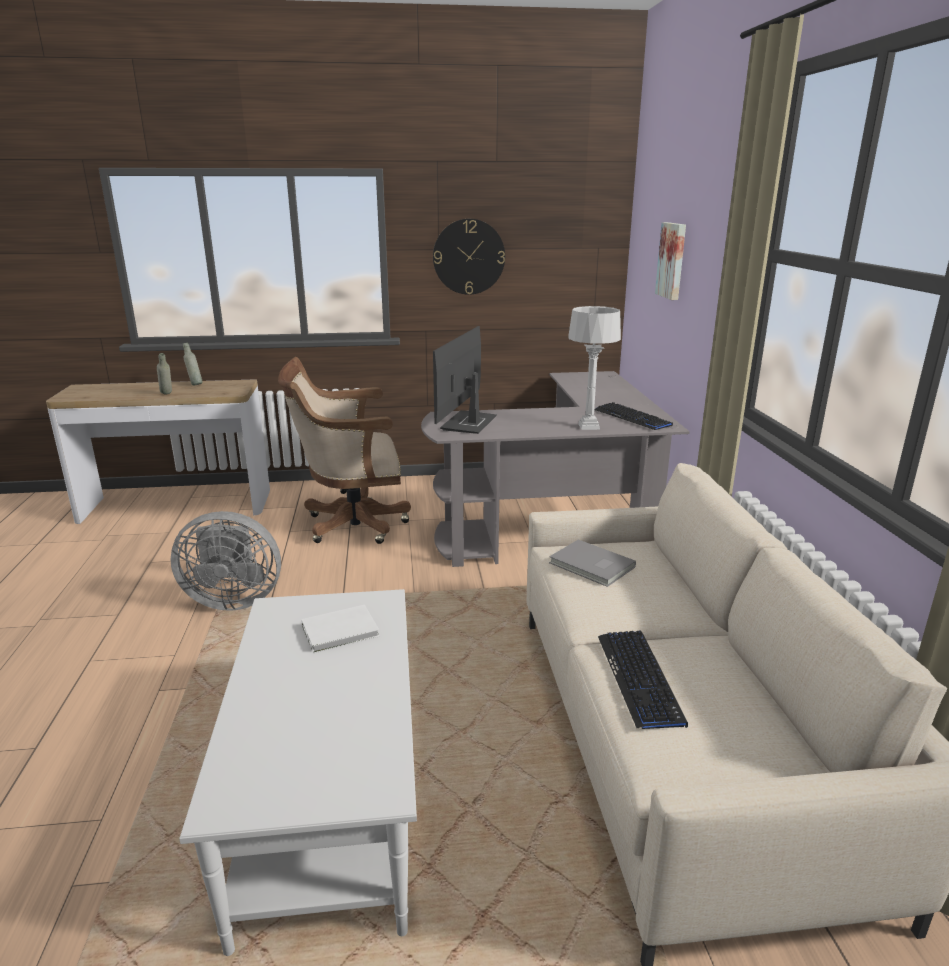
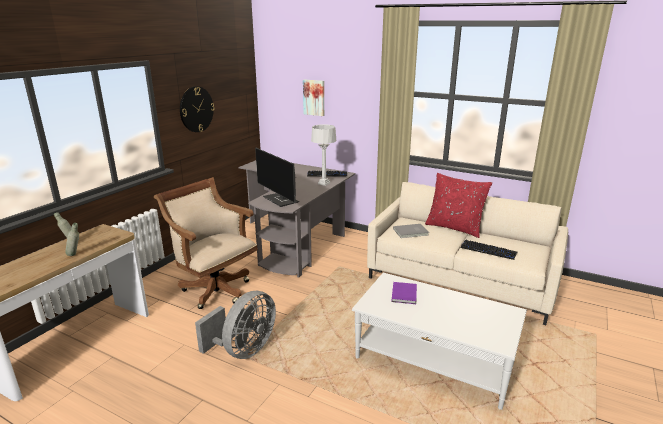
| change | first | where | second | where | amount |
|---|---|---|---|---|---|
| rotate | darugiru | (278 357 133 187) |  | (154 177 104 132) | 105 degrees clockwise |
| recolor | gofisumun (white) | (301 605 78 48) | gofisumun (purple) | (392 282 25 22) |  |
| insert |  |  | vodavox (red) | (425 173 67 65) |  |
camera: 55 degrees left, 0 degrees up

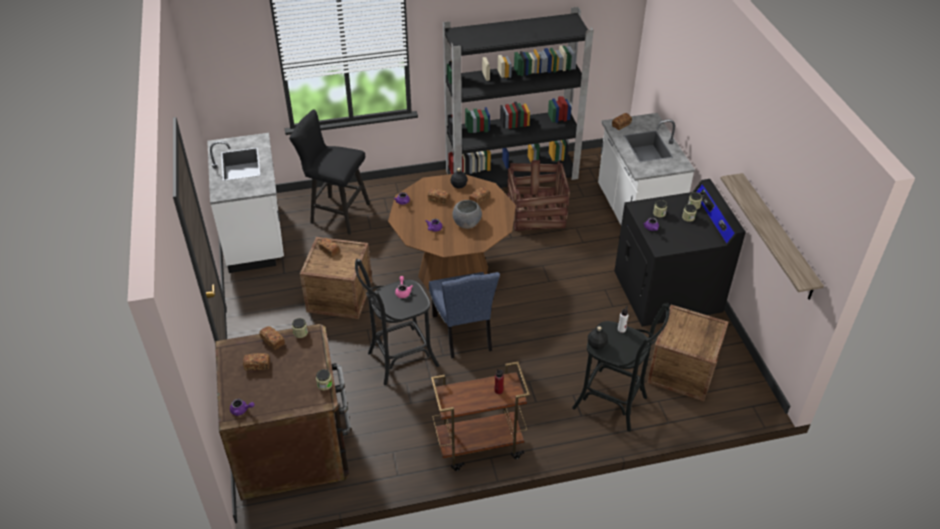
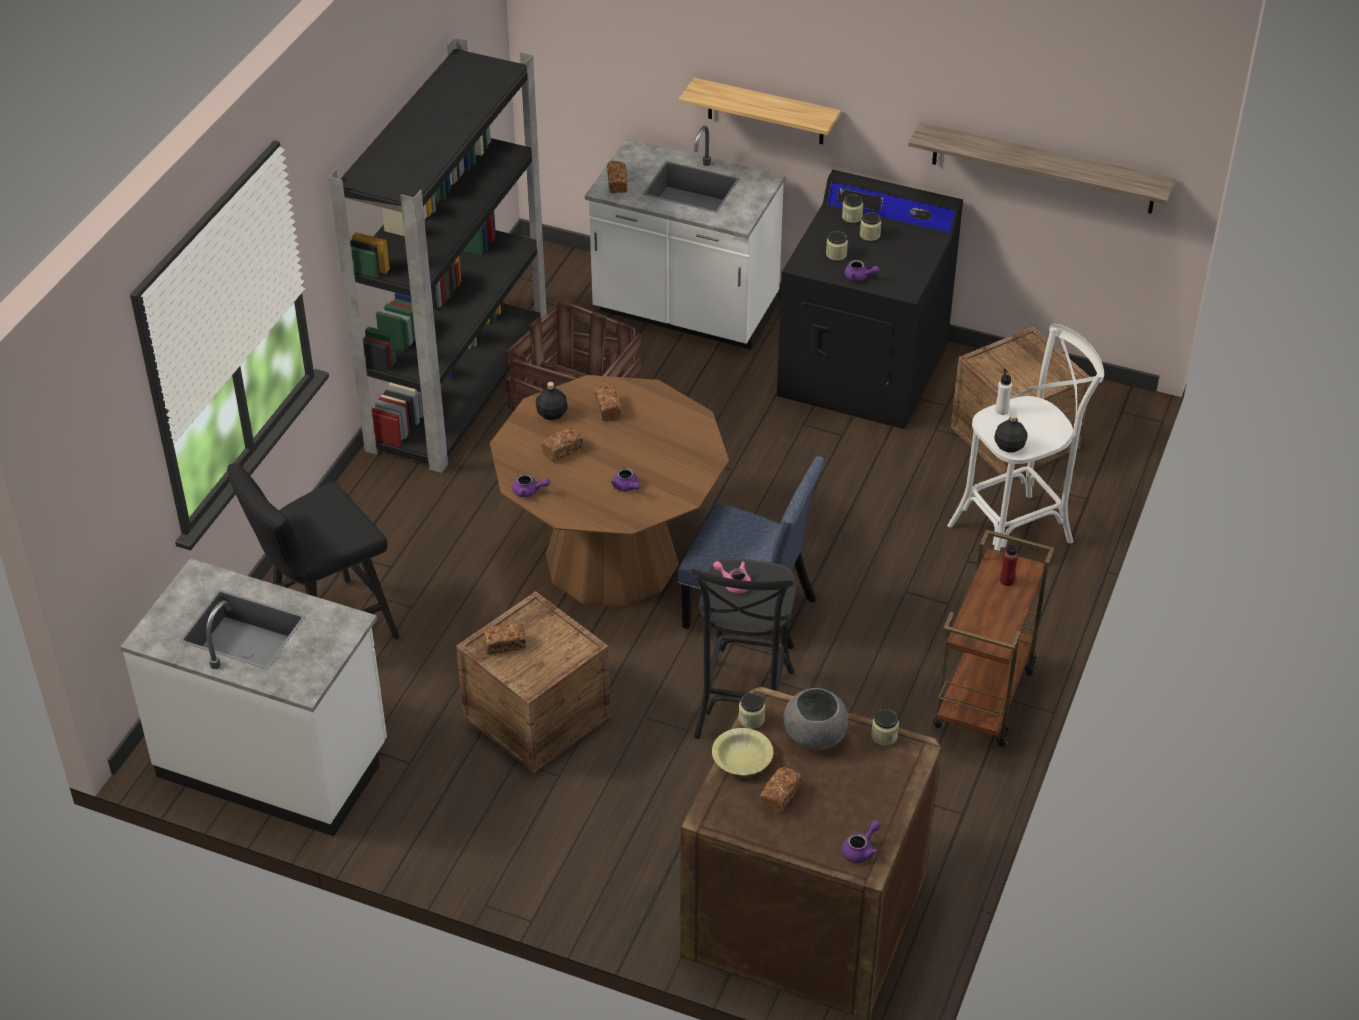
| change | first | where | second | where | amount |
|---|---|---|---|---|---|
| replace | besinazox | (259 326 26 24) | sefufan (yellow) | (712 728 61 47) |  |
| move | sefufan (grey) | (452 200 30 29) |  | (783 688 65 62) |  |
| recolor | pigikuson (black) | (572 302 98 130) | pigikuson (white) | (947 324 157 227) |  |
| insert |  |  | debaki | (679 78 162 66) |  |
camera: 55 degrees left, 0 degrees up

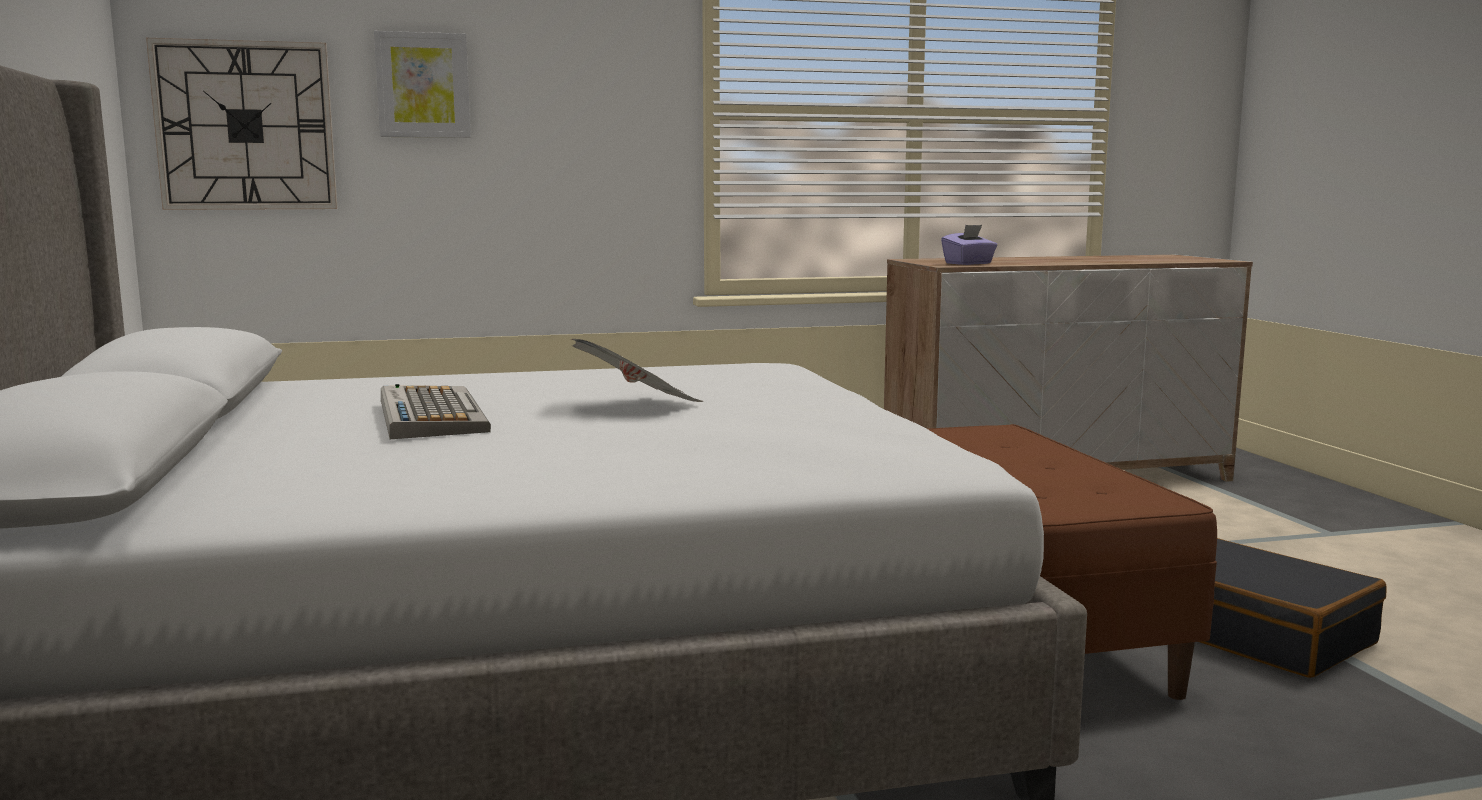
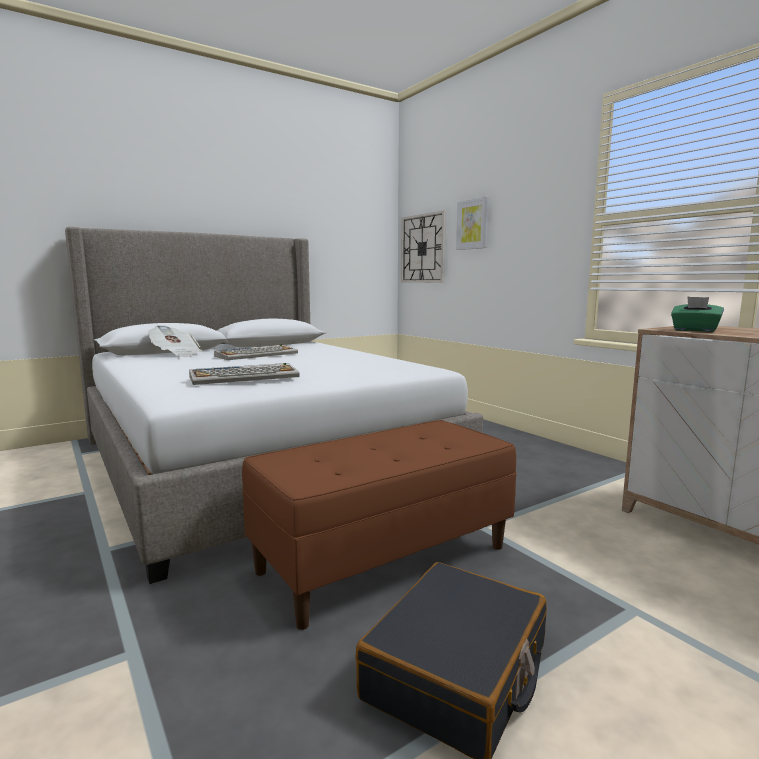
| change | first | where | second | where | amount |
|---|---|---|---|---|---|
| move | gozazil | (570 339 133 63) |  | (148 325 54 32) |  |
| recolor | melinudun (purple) | (941 225 56 40) | melinudun (green) | (671 296 53 36) |  |
| insert |  |  | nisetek | (189 363 111 22) |  |
camera: 70 degrees right, 0 degrees up

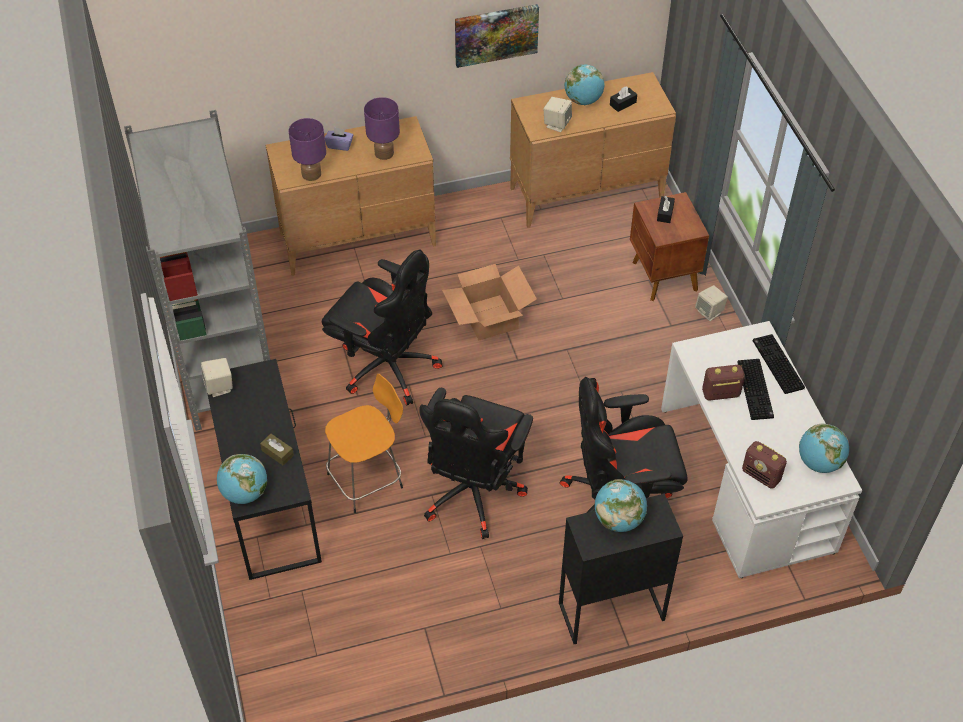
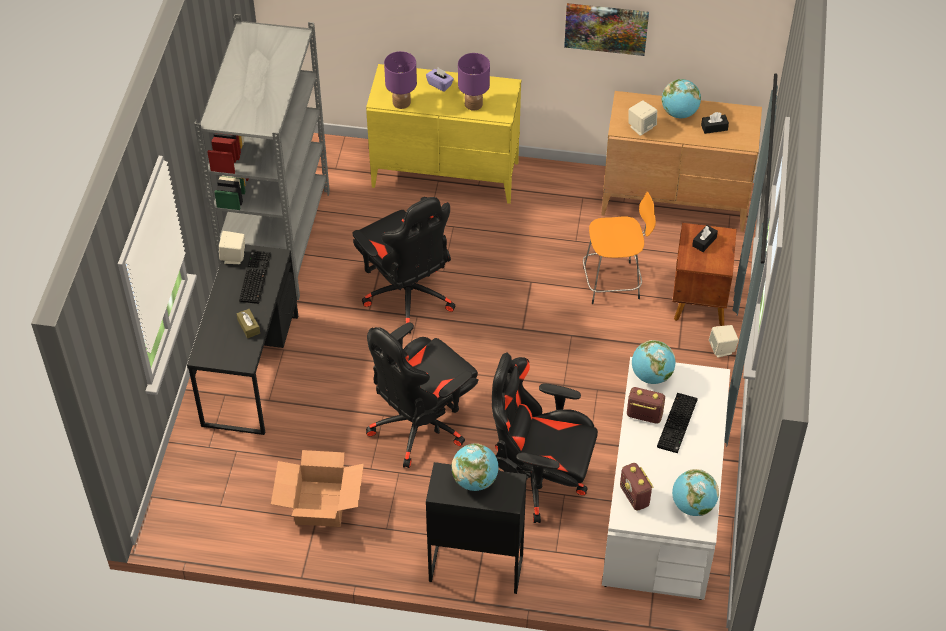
| change | first | where | second | where | amount |
|---|---|---|---|---|---|
| move | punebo | (217 454 50 50) |  | (632 340 43 44) |  |
| recolor | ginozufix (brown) | (265 116 171 160) | ginozufix (yellow) | (366 64 155 140) |  |
| move | pigikuson (orange) | (325 374 78 139) |  | (583 192 73 112) |  |
| move | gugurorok | (442 264 95 77) |  | (271 450 93 77) |  |
| move | nisetek | (753 334 52 60) |  | (239 250 32 54) |  |
camera: 25 degrees right, 0 degrees up

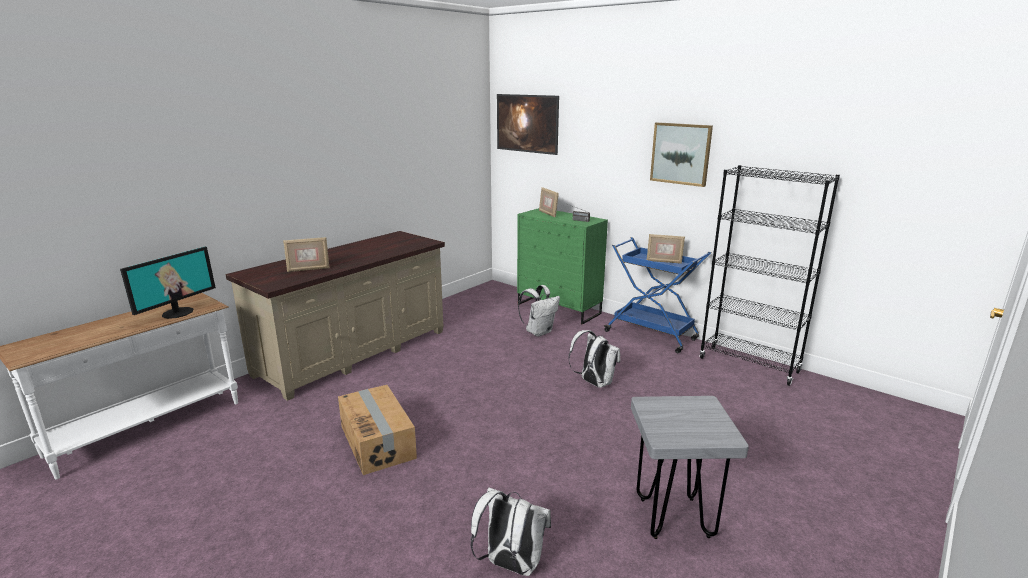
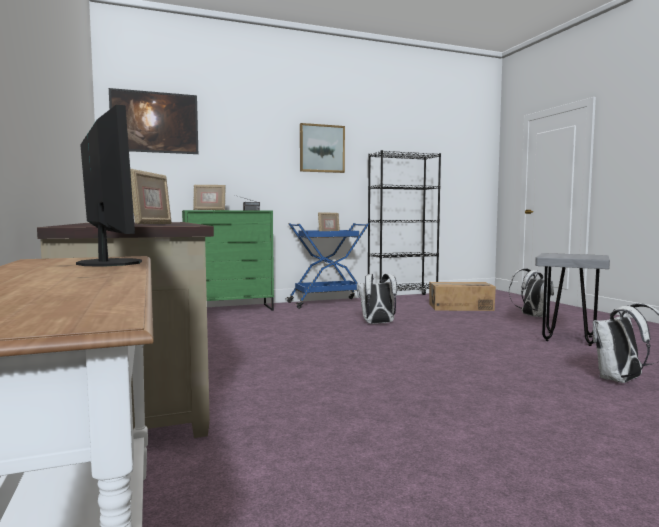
| change | first | where | second | where | amount |
|---|---|---|---|---|---|
| move | gugurorok | (338 385 79 90) |  | (429 282 67 29) |  |
| move | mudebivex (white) | (518 285 42 52) |  | (509 268 45 49) |  |
camera: 60 degrees left, 15 degrees down

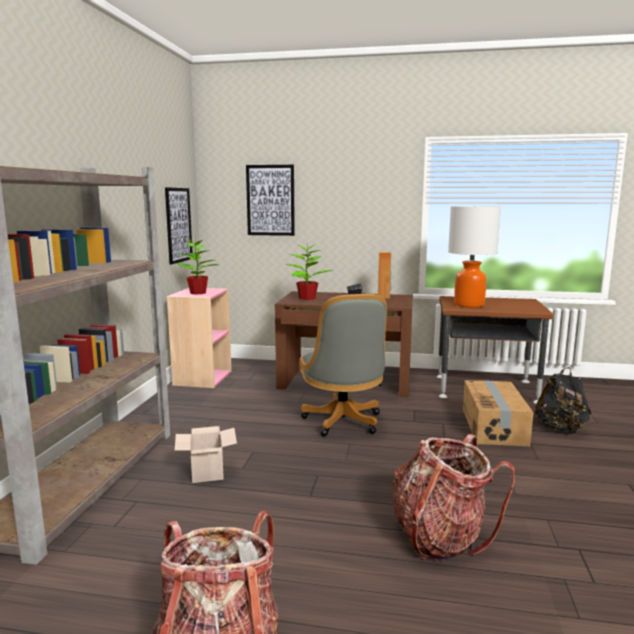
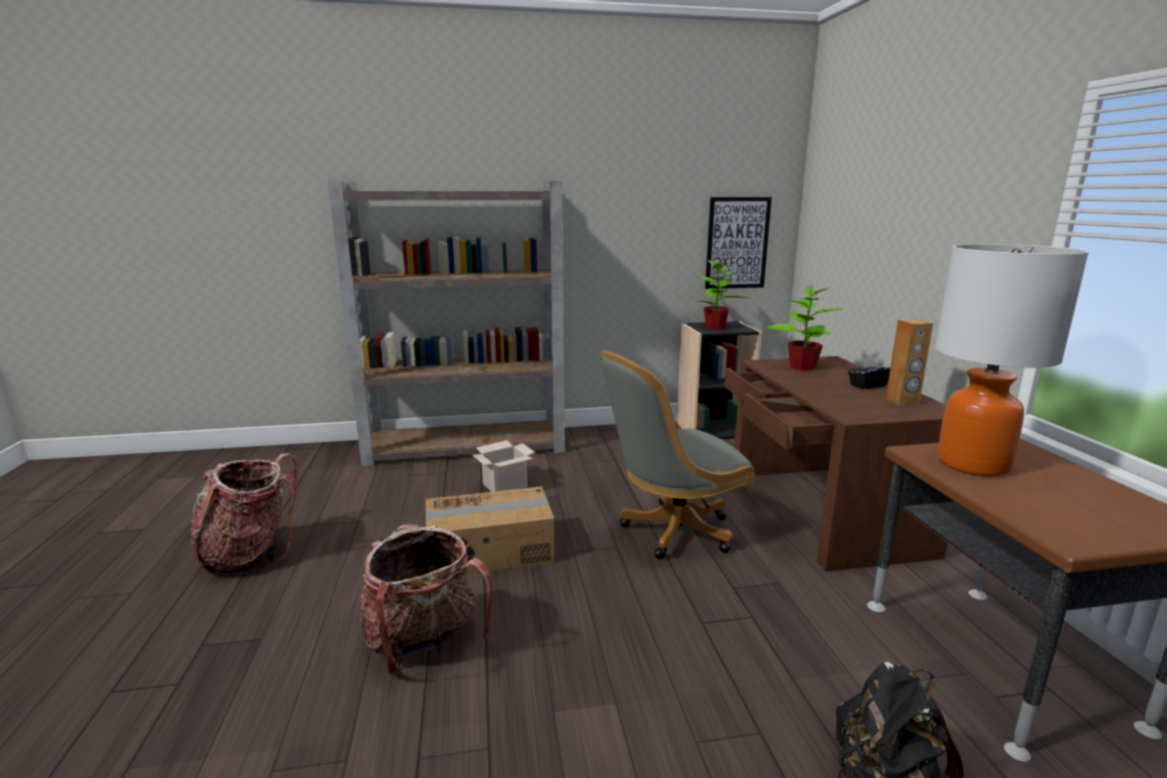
| change | first | where | second | where | amount |
|---|---|---|---|---|---|
| recolor | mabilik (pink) | (167 288 65 100) | mabilik (black) | (677 321 85 118) |  |
| delete | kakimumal | (246 165 49 71) |  |  |  |
| move | gugurorok | (463 380 71 67) |  | (426 486 128 89) |  |
camera: 70 degrees right, 5 degrees up

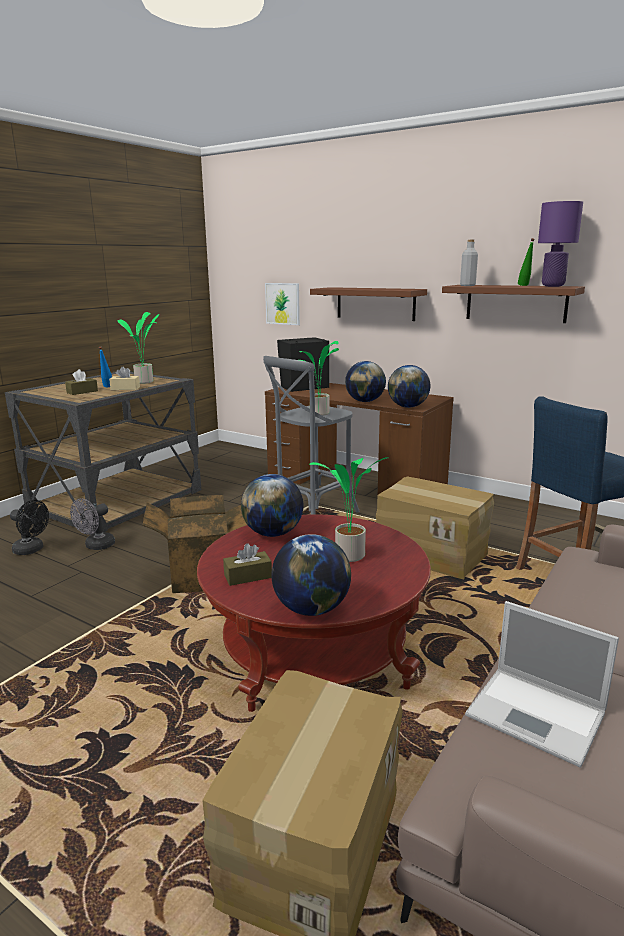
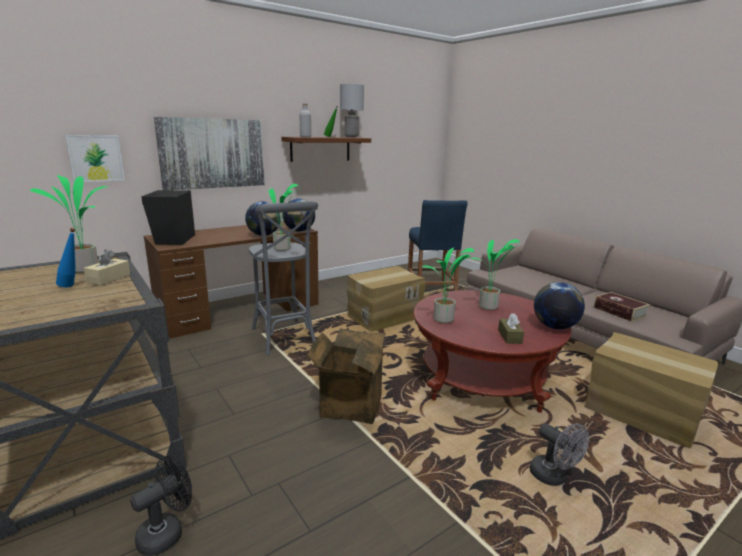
| change | first | where | second | where | amount |
|---|---|---|---|---|---|
| delete | melinudun (brown) | (65 369 33 26) |  |  |  |
| move | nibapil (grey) | (70 498 45 52) |  | (530 423 59 63) |  |
| replace | punebo | (241 474 63 63) | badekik | (422 248 52 75) |  |
| replace | debaki (brown) | (310 287 117 34) | kakimumal | (154 117 111 73) |  |
| replace | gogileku | (465 601 154 167) | gofisumun | (594 292 56 30) |  |
| recolor | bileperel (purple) | (538 201 45 86) | bileperel (grey) | (340 84 24 54) |  |
camera: 70 degrees left, 0 degrees up

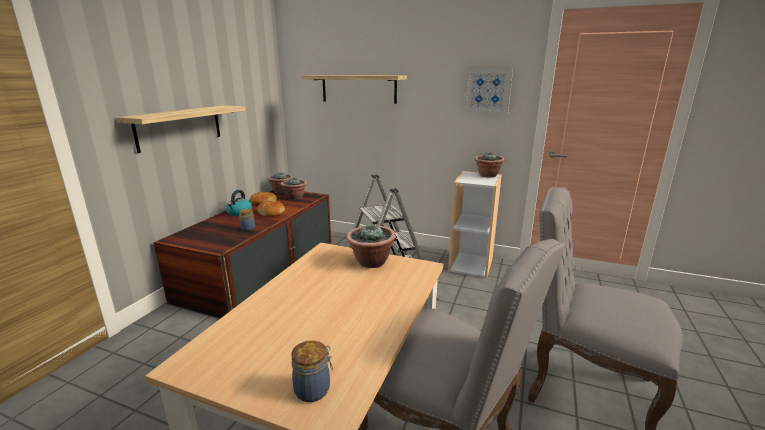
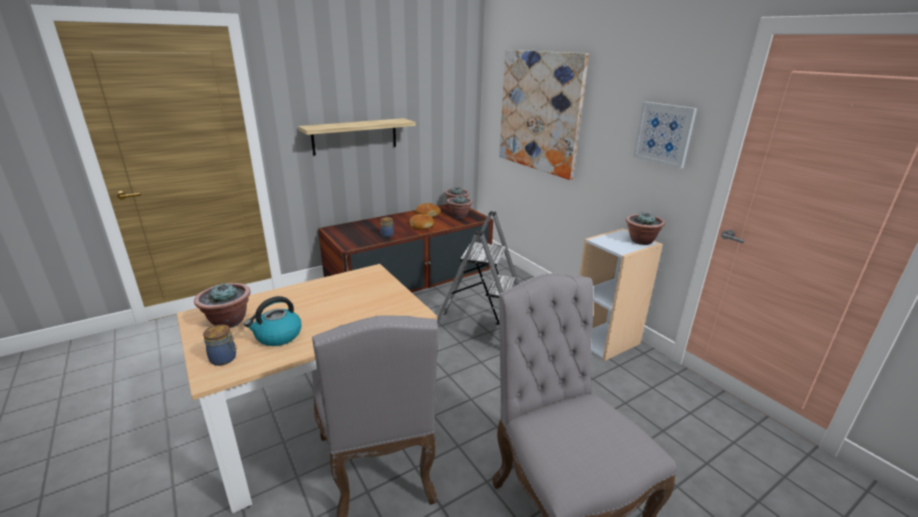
| change | first | where | second | where | amount |
|---|---|---|---|---|---|
| move | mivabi | (226 190 26 26) |  | (244 296 58 50) |  |
| replace | debaki | (302 75 105 29) | kakimumal | (499 50 90 130) |  |
| move | badekik | (346 223 50 45) |  | (194 282 57 46) |  |
camera: 35 degrees right, 5 degrees up

